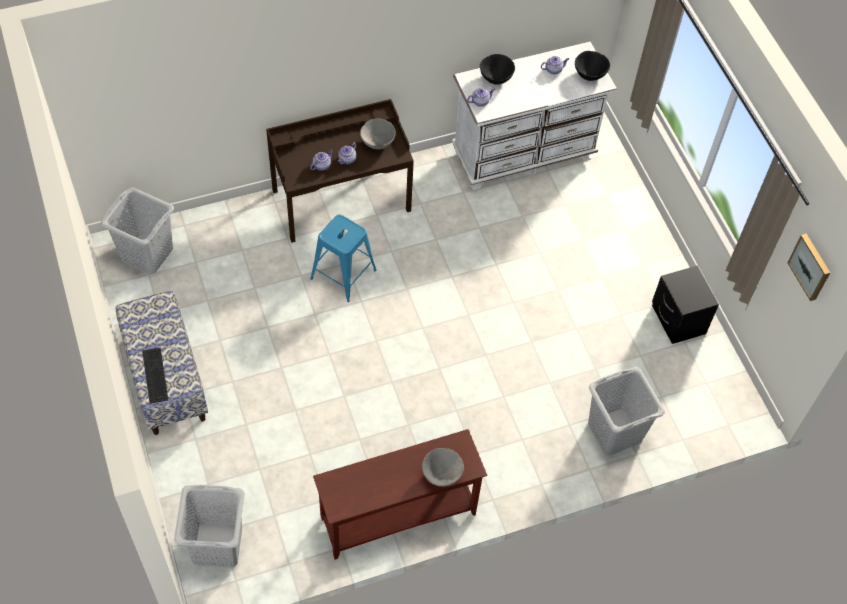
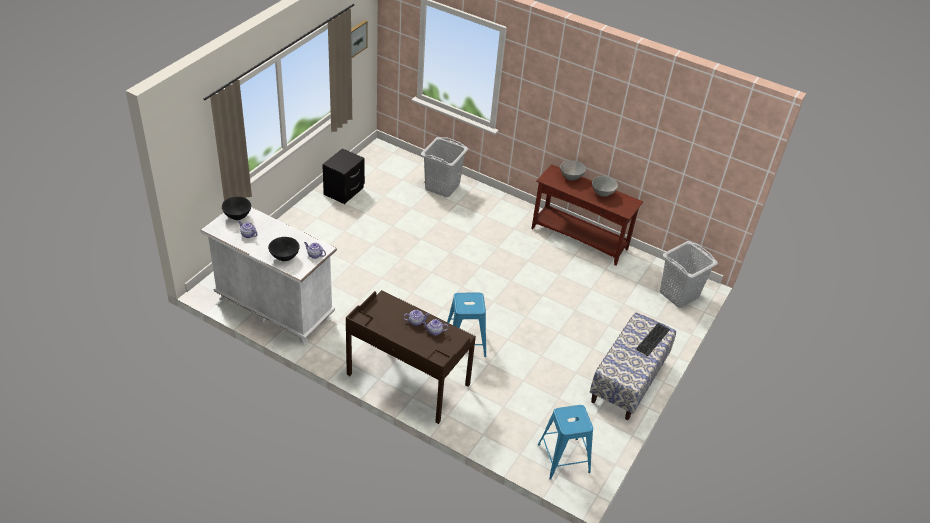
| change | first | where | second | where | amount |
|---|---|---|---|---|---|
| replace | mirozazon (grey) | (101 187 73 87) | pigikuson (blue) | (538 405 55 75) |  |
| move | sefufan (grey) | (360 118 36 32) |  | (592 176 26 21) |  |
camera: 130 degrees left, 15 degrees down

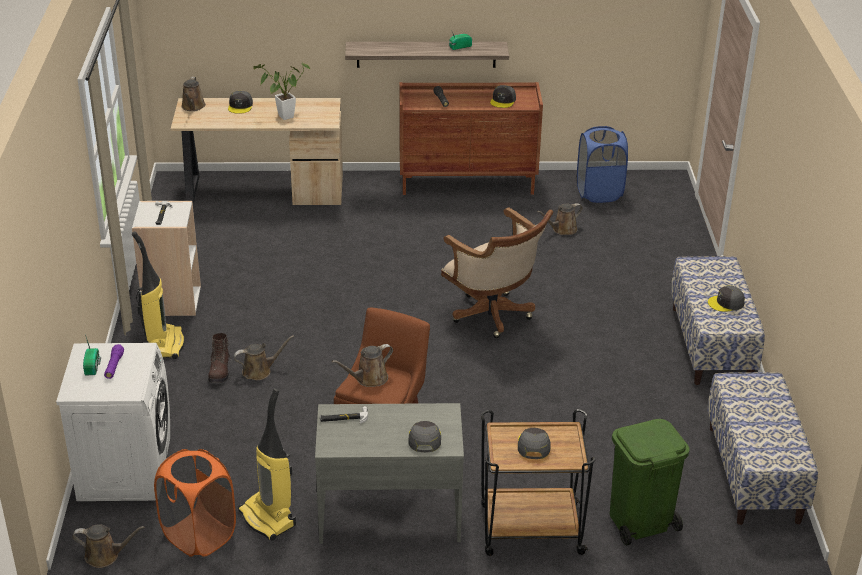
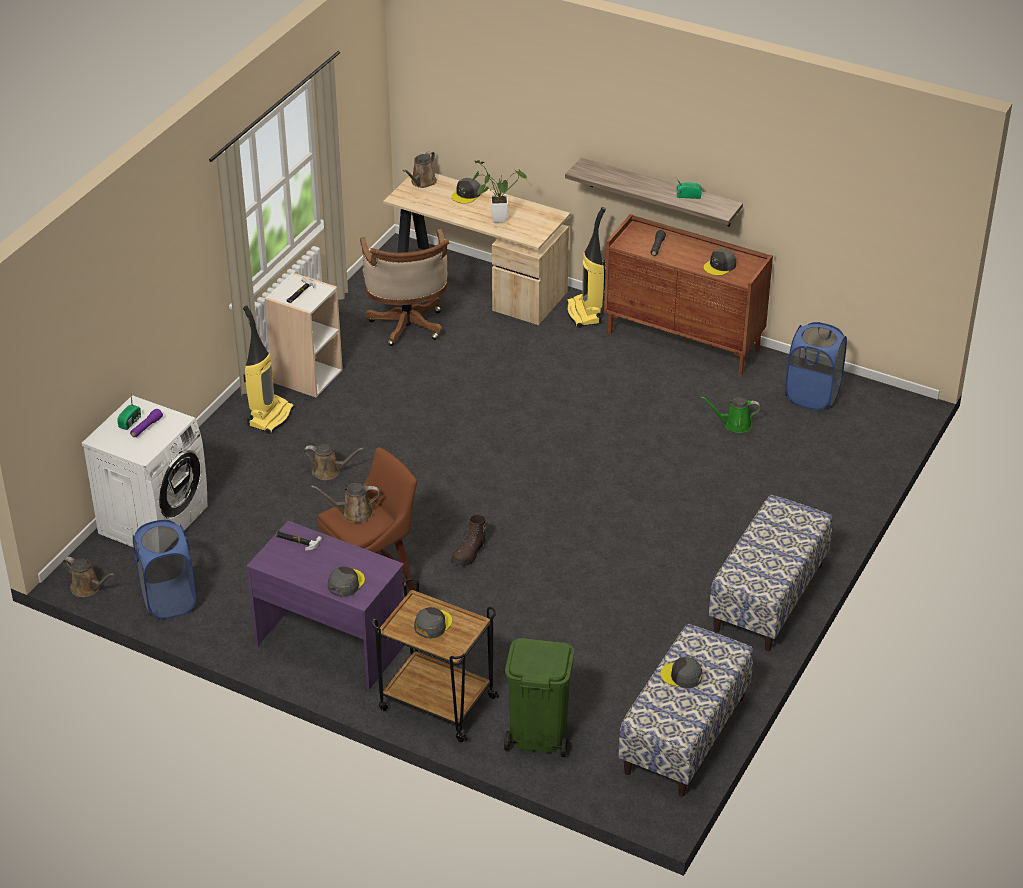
| change | first | where | second | where | amount |
|---|---|---|---|---|---|
| recolor | mirozazon (orange) | (154 449 82 108) | mirozazon (blue) | (133 520 63 99) |  |
| move | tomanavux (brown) | (208 333 23 50) |  | (451 515 37 51) |  |
| move | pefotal | (238 388 58 153) |  | (567 207 39 121) |  |
| recolor | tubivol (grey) | (315 403 149 141) | tubivol (purple) | (247 521 158 169) |  |
| move | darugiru | (441 207 112 131) |  | (360 229 89 117) |  |
| recolor | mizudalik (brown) | (537 203 46 32) | mizudalik (green) | (701 396 59 37) |  |
| move | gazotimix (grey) | (708 285 37 27) |  | (660 657 42 31) |  |
camera: 30 degrees right, 5 degrees up

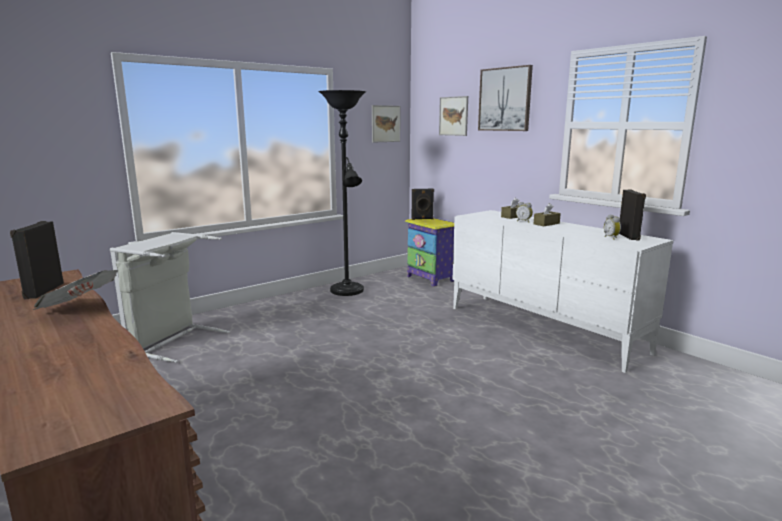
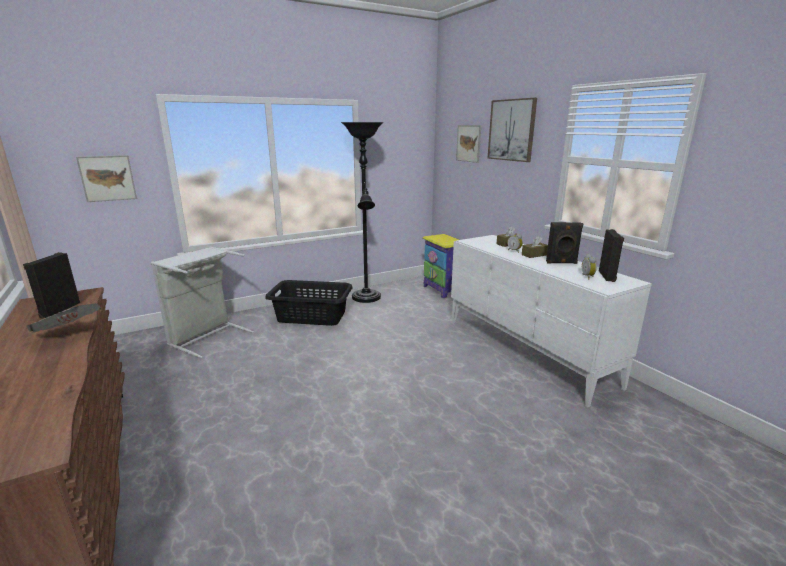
| change | first | where | second | where | amount |
|---|---|---|---|---|---|
| move | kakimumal | (372 105 28 38) |  | (76 155 61 47) |  |
| move | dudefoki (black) | (412 189 22 31) |  | (546 222 37 42) |  |
| insert |  |  | mirozazon (black) | (265 280 88 46) |  |
camera: 10 degrees right, 5 degrees up

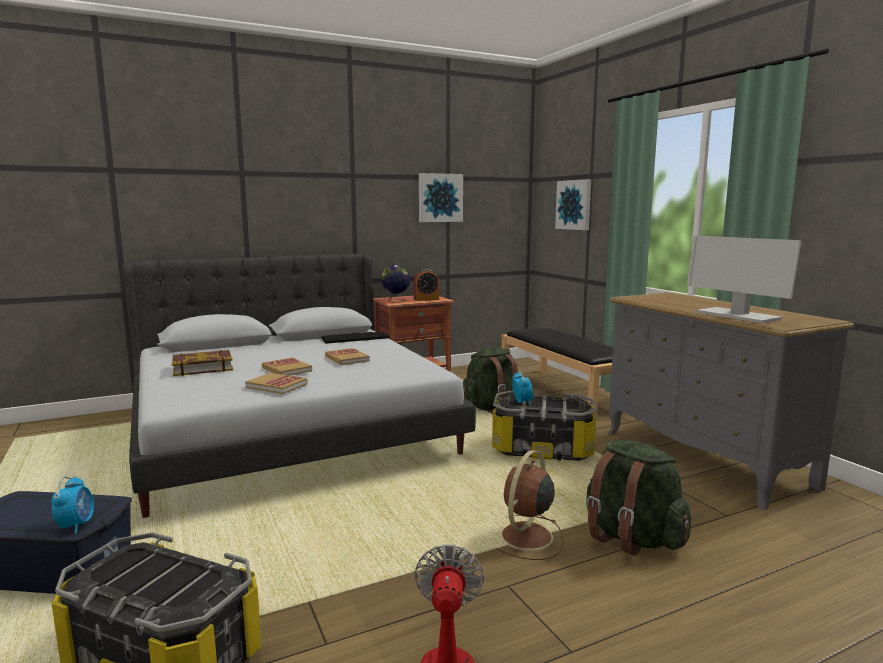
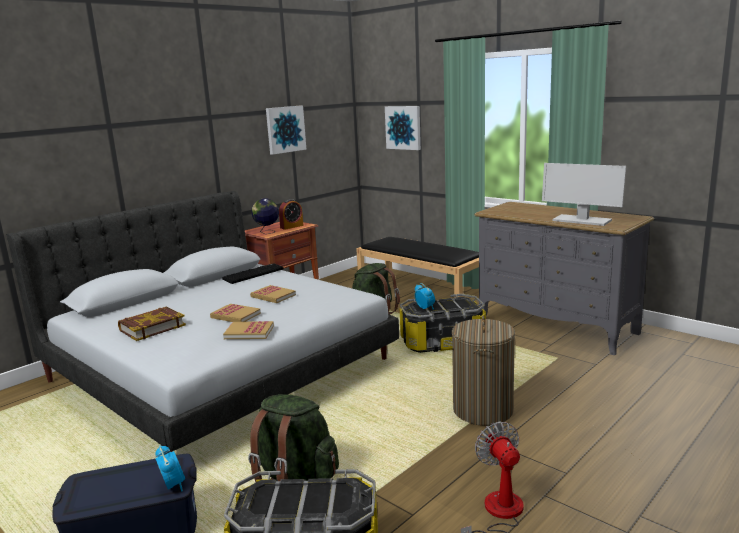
| change | first | where | second | where | amount |
|---|---|---|---|---|---|
| replace | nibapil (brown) | (496 450 67 110) | mirozazon | (452 316 63 110) |  |
| move | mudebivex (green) | (586 440 105 115) |  | (248 394 91 88) |  |
camera: 20 degrees left, 5 degrees up

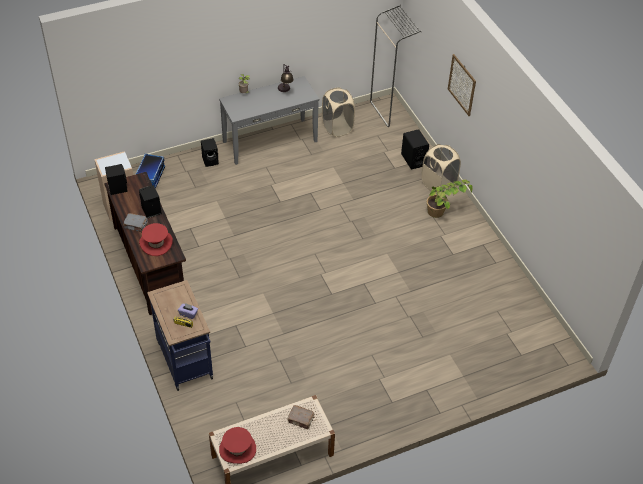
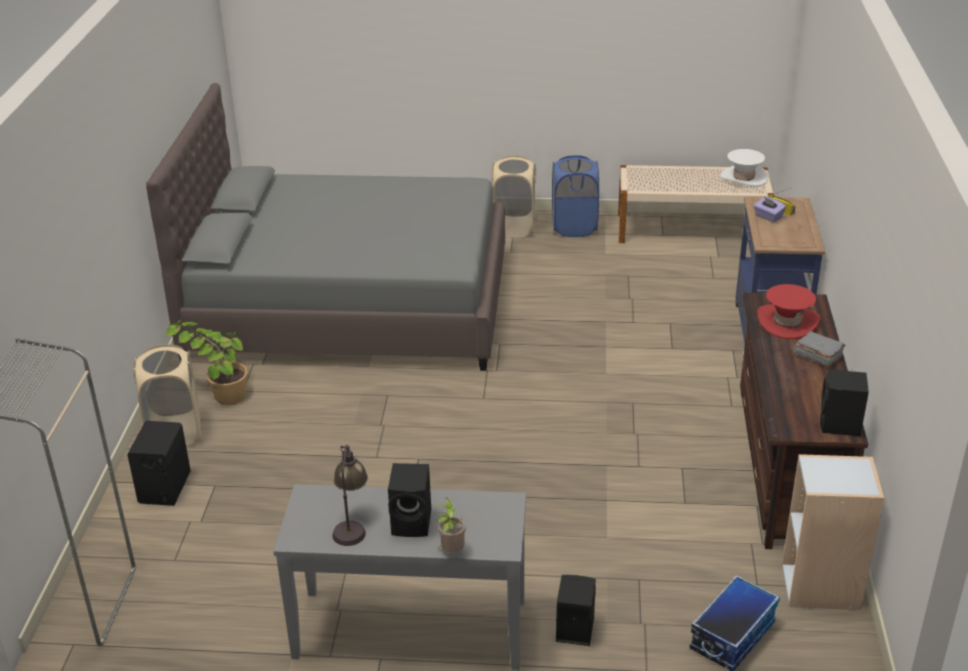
| change | first | where | second | where | amount |
|---|---|---|---|---|---|
| move | dudefoki (black) | (139 185 23 33) |  | (388 463 43 74) |  |
| recolor | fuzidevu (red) | (219 427 37 37) | fuzidevu (white) | (720 149 48 38) |  |
| delete | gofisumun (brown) | (287 405 28 24) |  |  |  |
| move | mirozazon (beige) | (322 87 33 50) |  | (491 155 45 83) |  |
| delete | kakimumal | (448 54 28 62) |  |  |  |
| insert |  |  | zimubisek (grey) | (146 83 359 288) |  |
| insert |  |  | mirozazon (blue) | (552 155 47 82) |  |
camera: 150 degrees left, 15 degrees down

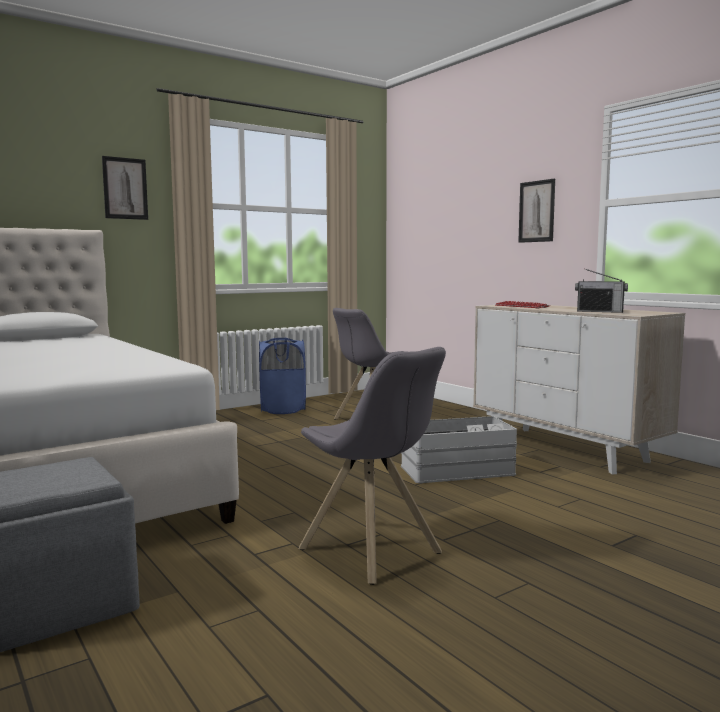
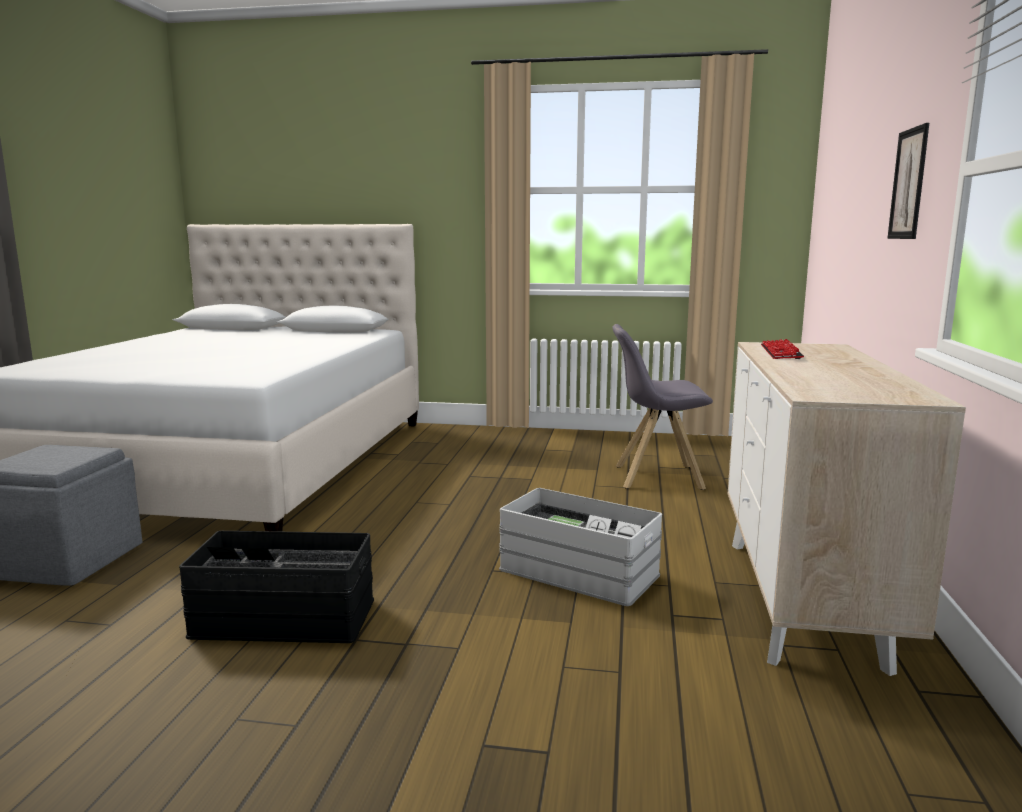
| change | first | where | second | where | amount |
|---|---|---|---|---|---|
| delete | kakimumal | (102 156 46 64) |  |  |  |
| delete | mirozazon (blue) | (259 338 47 76) |  |  |  |
| replace | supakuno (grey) | (299 347 147 238) | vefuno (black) | (179 531 195 112) |  |
| delete | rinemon | (575 269 53 44) |  |  |  |
camera: 45 degrees right, 5 degrees up

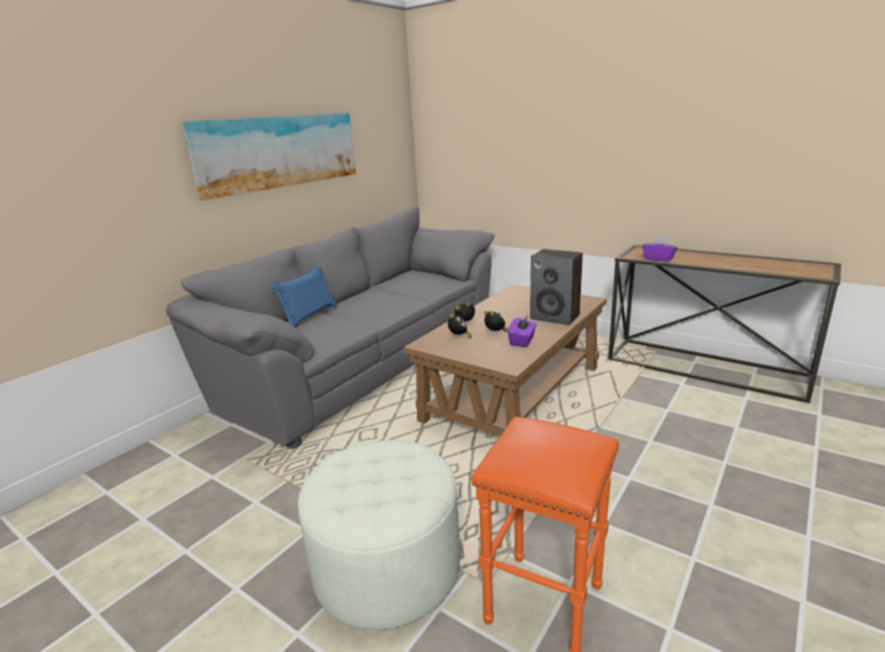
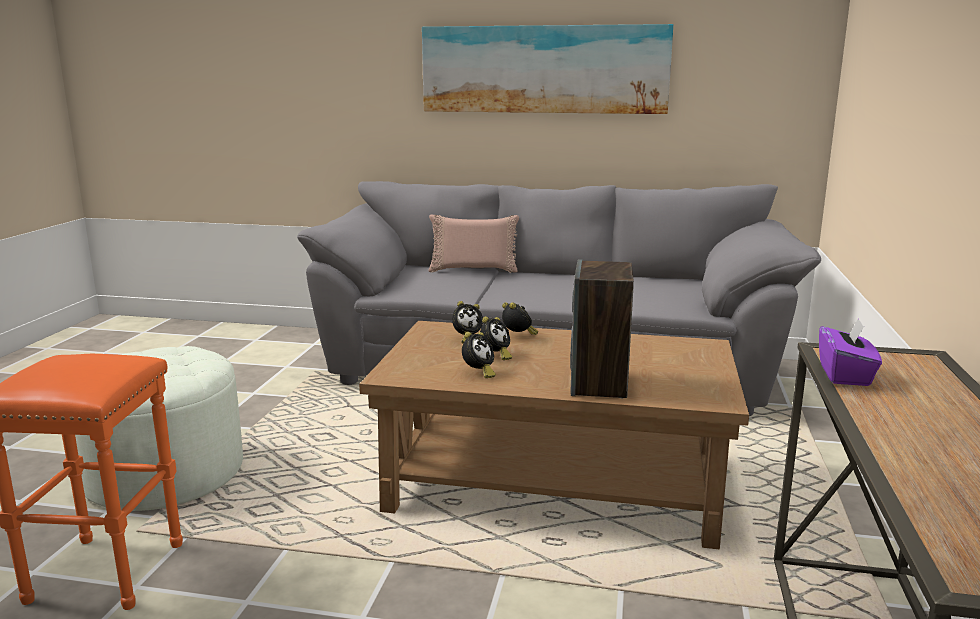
| change | first | where | second | where | amount |
|---|---|---|---|---|---|
| recolor | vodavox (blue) | (270 265 67 63) | vodavox (beige) | (428 215 91 58) |  |
| replace | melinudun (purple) | (508 314 29 33) | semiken | (462 332 34 46) |  |
camera: 65 degrees right, 5 degrees down

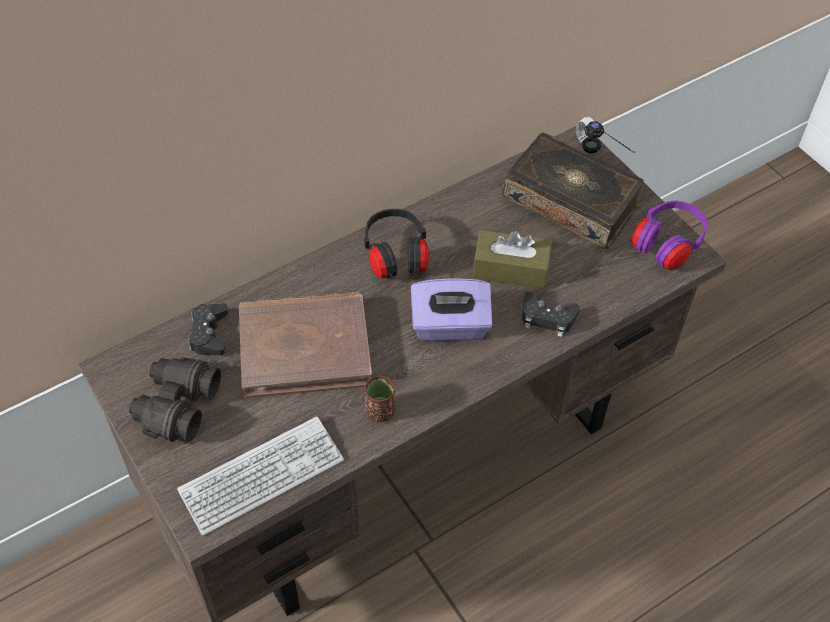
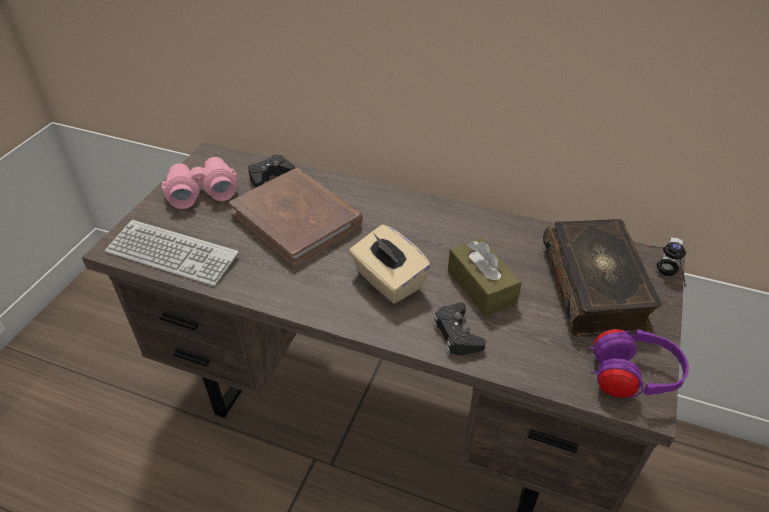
| change | first | where | second | where | amount |
|---|---|---|---|---|---|
| recolor | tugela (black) | (129 357 92 85) | tugela (pink) | (162 157 76 52) |  |
| delete | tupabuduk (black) | (364 209 65 70) |  |  |  |
| delete | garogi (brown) | (364 376 31 46) |  |  |  |
| recolor | melinudun (purple) | (411 278 81 63) | melinudun (beige) | (349 224 82 80) |  |
camera: 55 degrees right, 10 degrees down

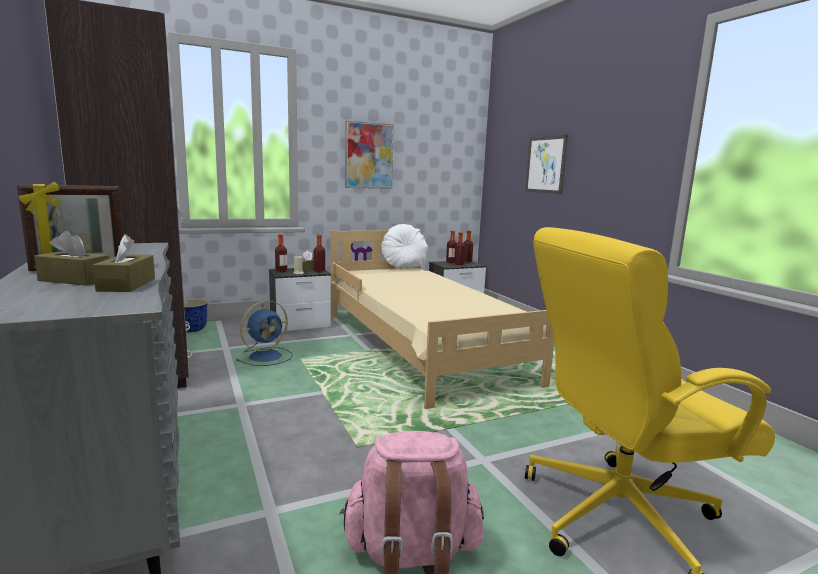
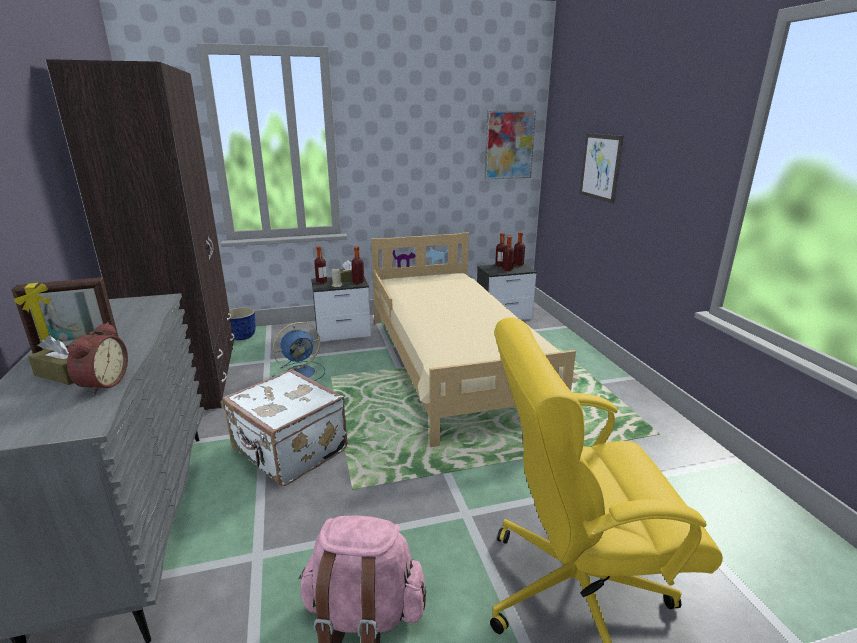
| change | first | where | second | where | amount |
|---|---|---|---|---|---|
| replace | melinudun (brown) | (93 234 62 58) | semiken | (67 322 61 73) |  |
| move | kakimumal | (345 120 49 69) |  | (484 110 52 70) |  |
| delete | vodavox (white) | (381 224 47 44) |  |  |  |
| insert |  |  | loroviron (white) | (222 369 126 117) |  |
camera: 10 degrees right, 10 degrees up

